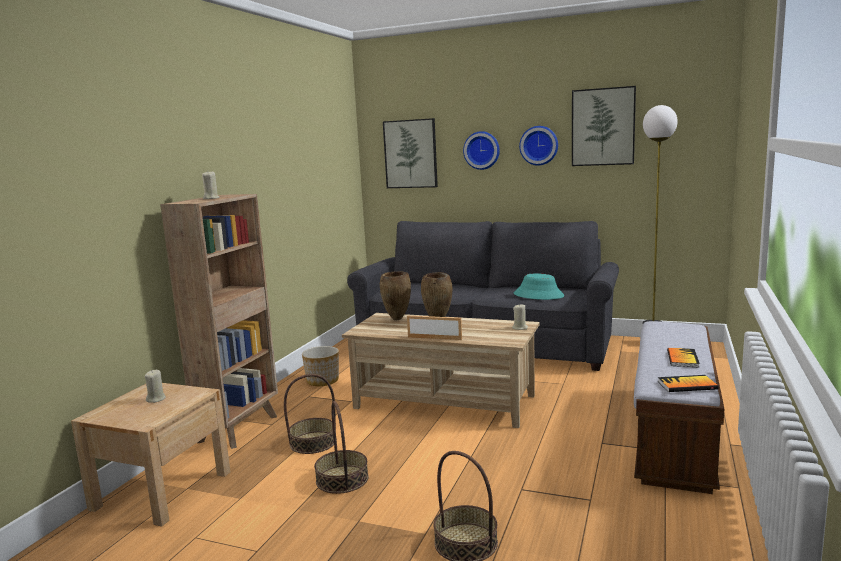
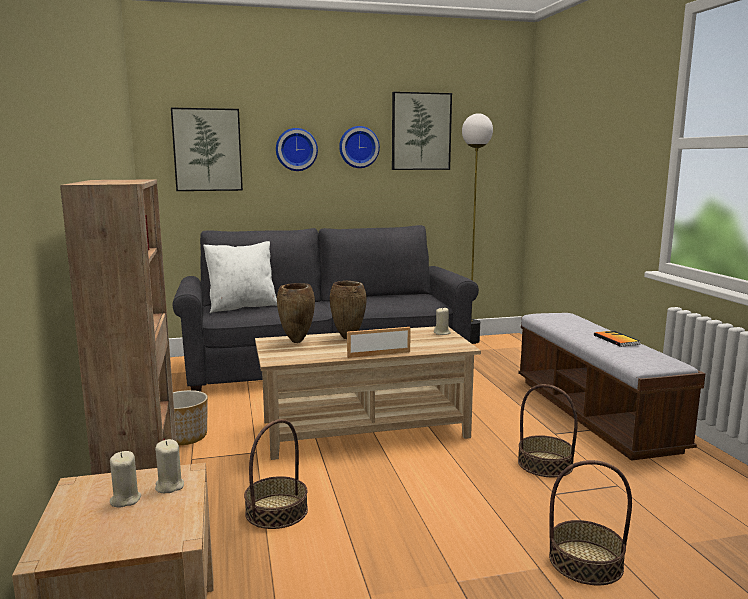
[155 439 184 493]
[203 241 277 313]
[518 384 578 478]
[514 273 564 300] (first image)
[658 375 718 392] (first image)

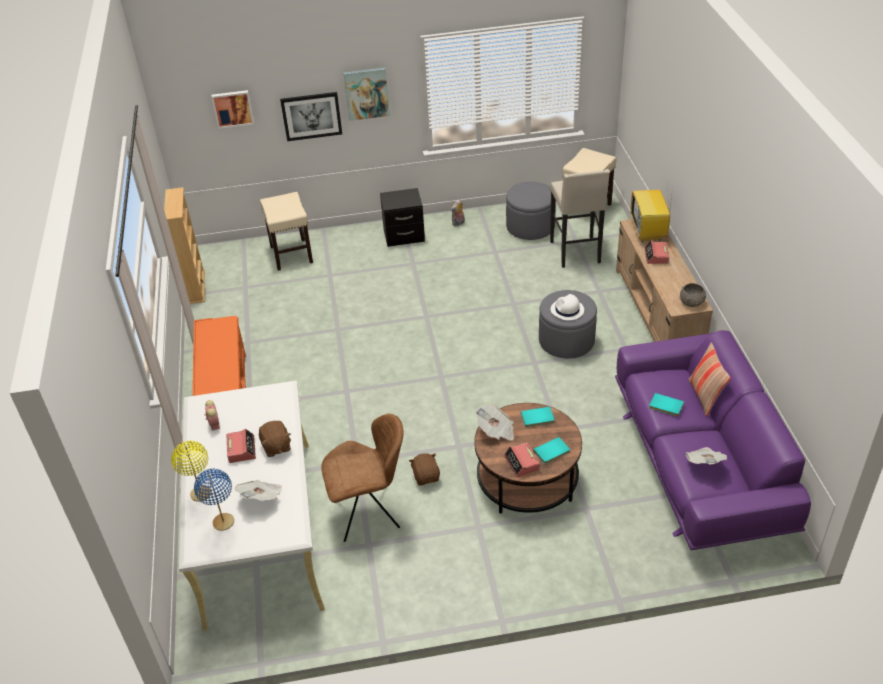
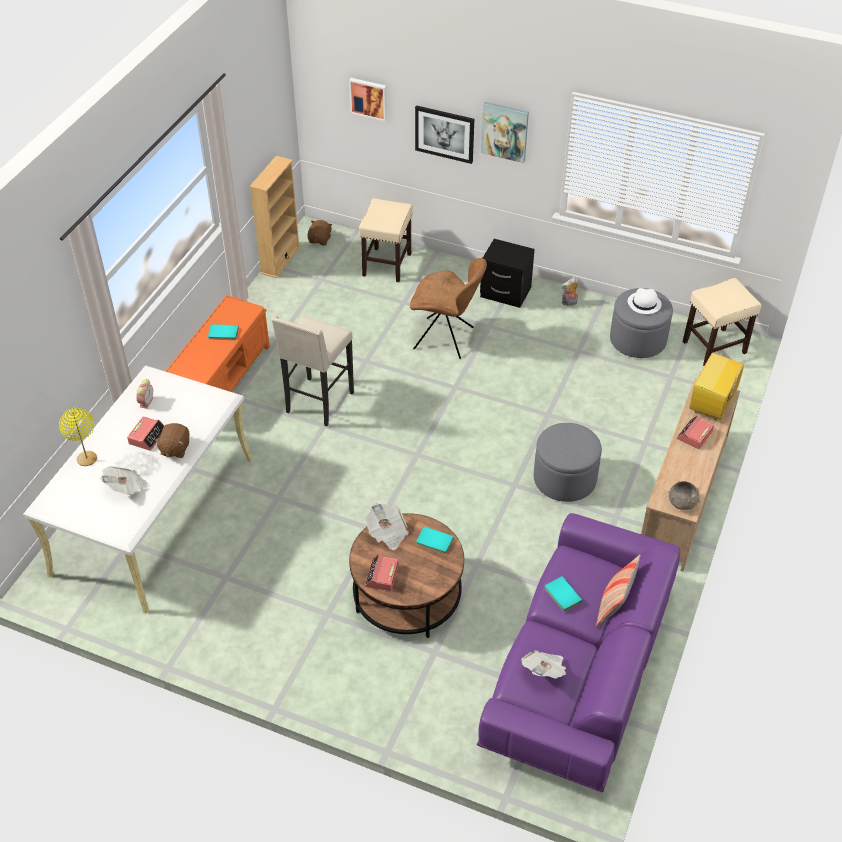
[208 324 239 340]
[272 316 354 426]
[307 220 332 245]
[410 258 487 359]
[628 288 662 314]
[194 469 234 531] (first image)

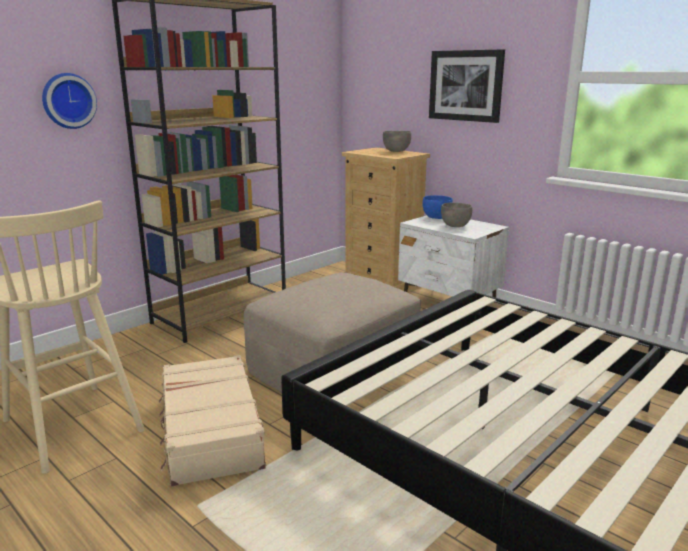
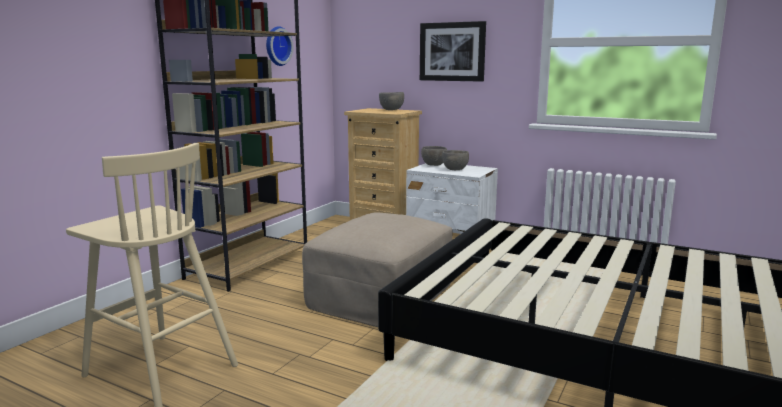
[266 26 293 66]
[421 146 447 166]
[159 355 266 486] (first image)

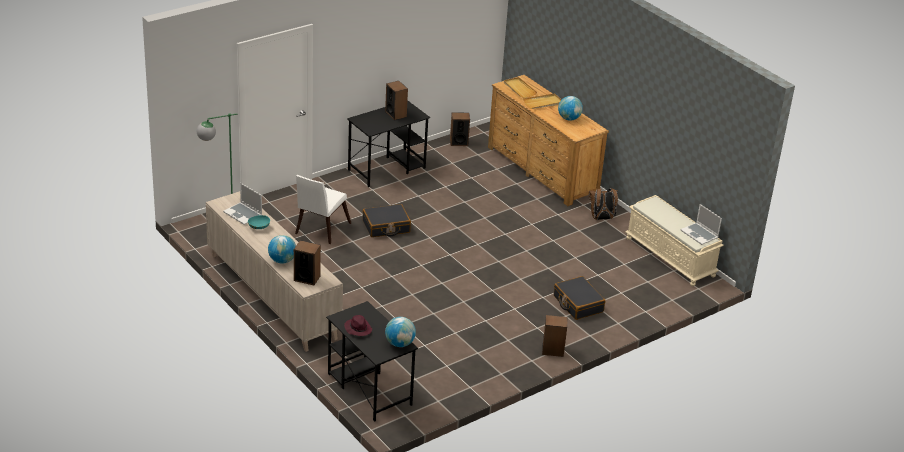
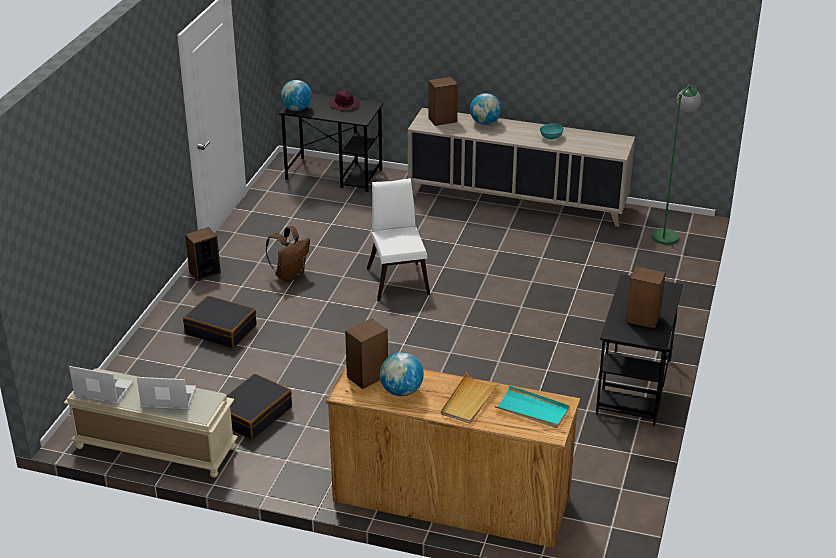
[137 377 196 410]
[227 374 292 440]
[266 226 310 282]
[345 318 388 389]
[367 178 430 301]
[495 385 570 428]

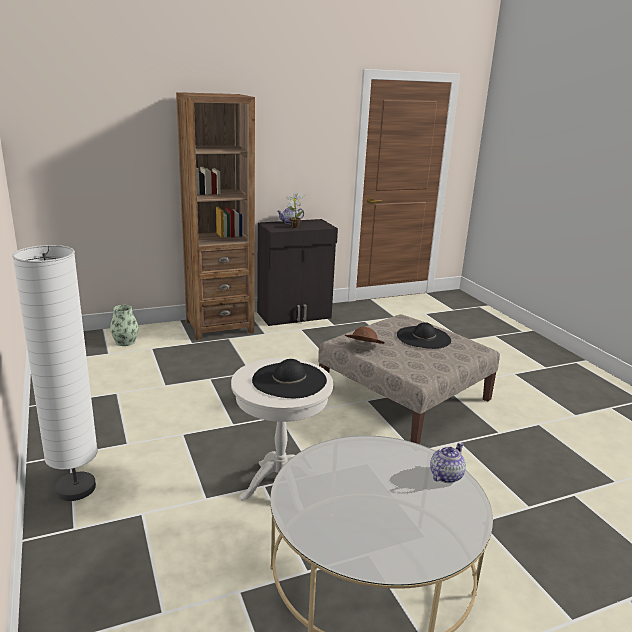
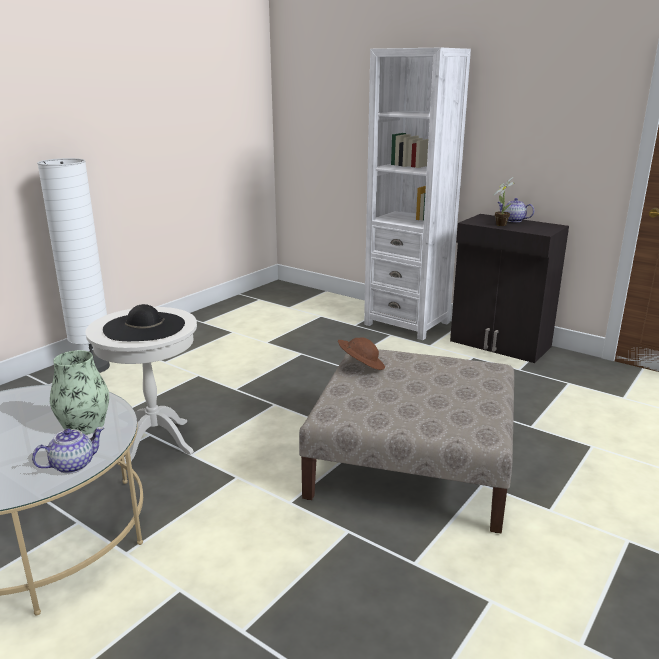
[32 427 104 474]
[50 350 109 435]
[364 48 471 340]
[397 322 451 349] (first image)

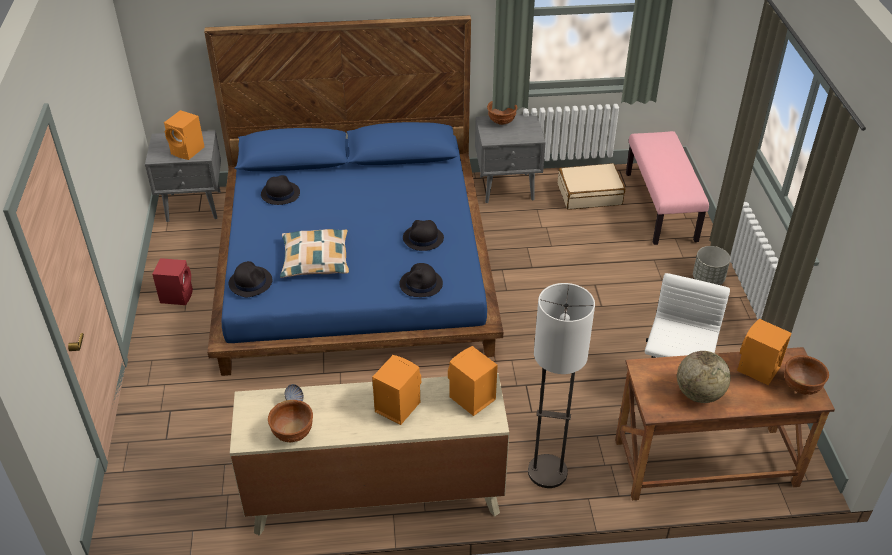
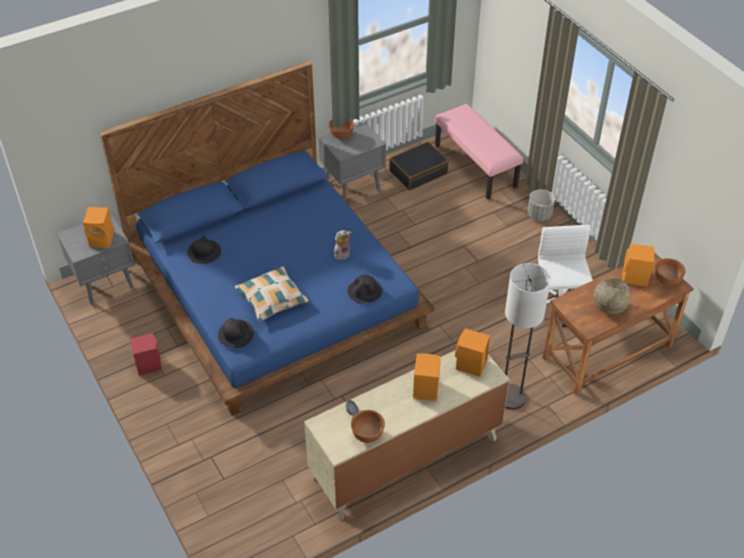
[334 230 352 260]
[389 142 449 190]

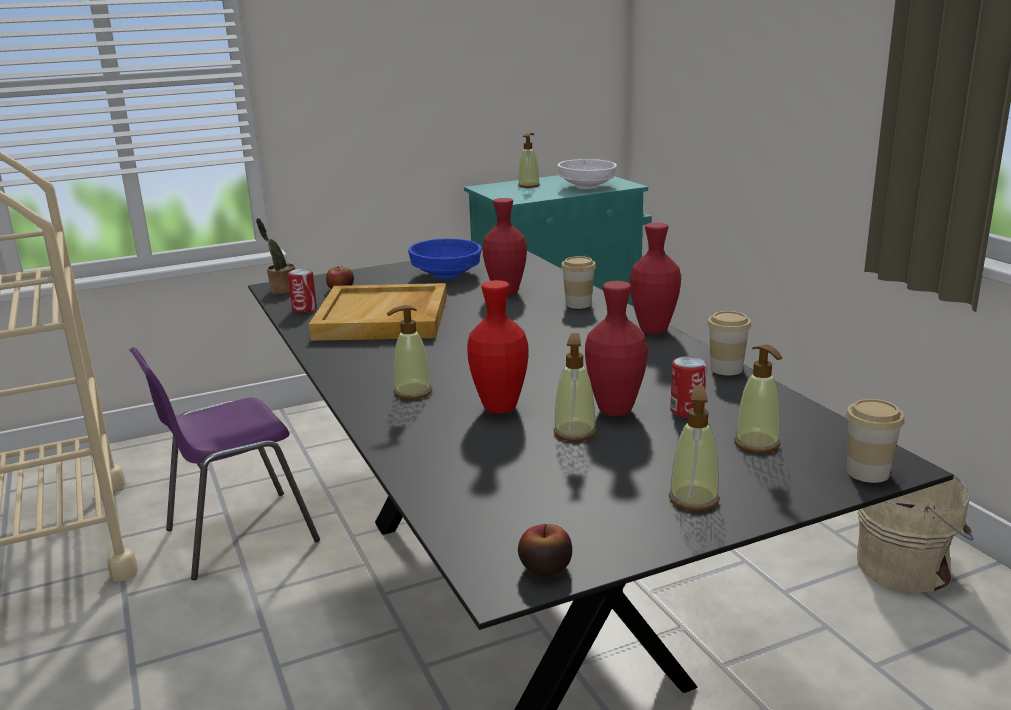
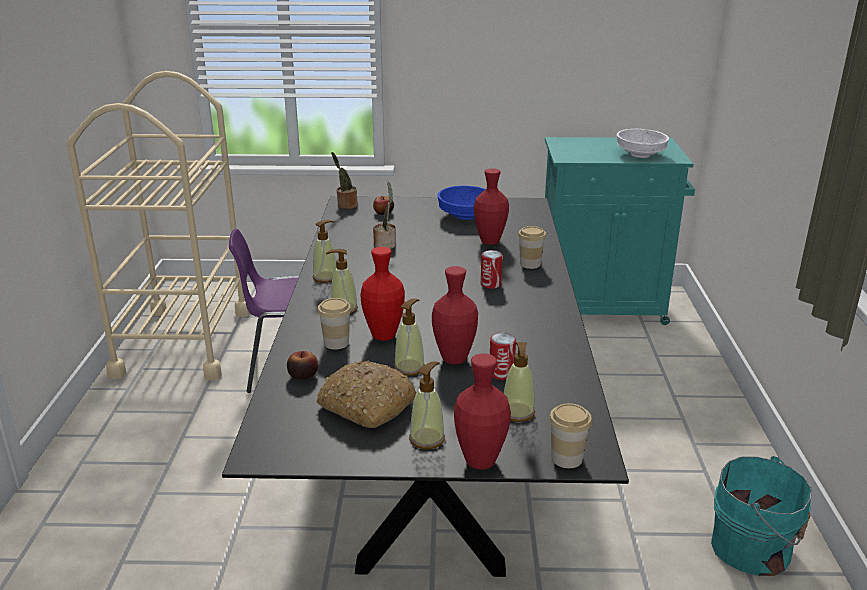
[287 351 318 380]
[313 220 336 283]
[317 298 352 350]
[317 360 416 428]
[373 182 396 249]
[454 353 511 470]
[481 250 503 289]
[711 456 811 576]

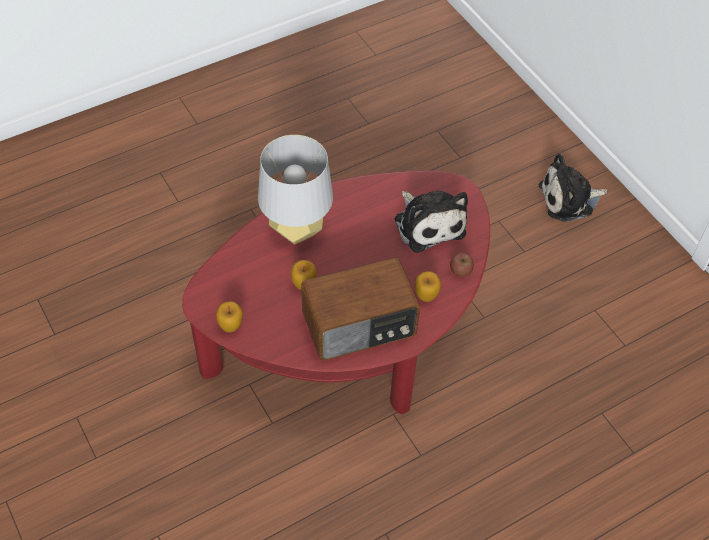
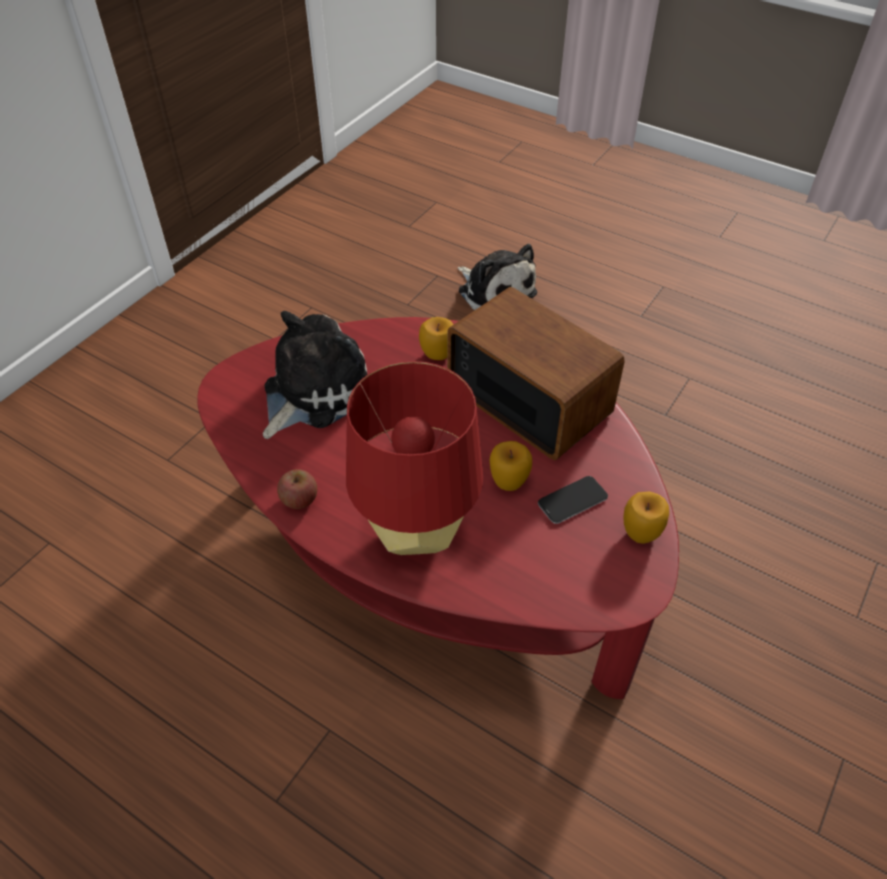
[277 469 317 509]
[346 361 483 555]
[458 244 537 310]
[538 476 608 524]

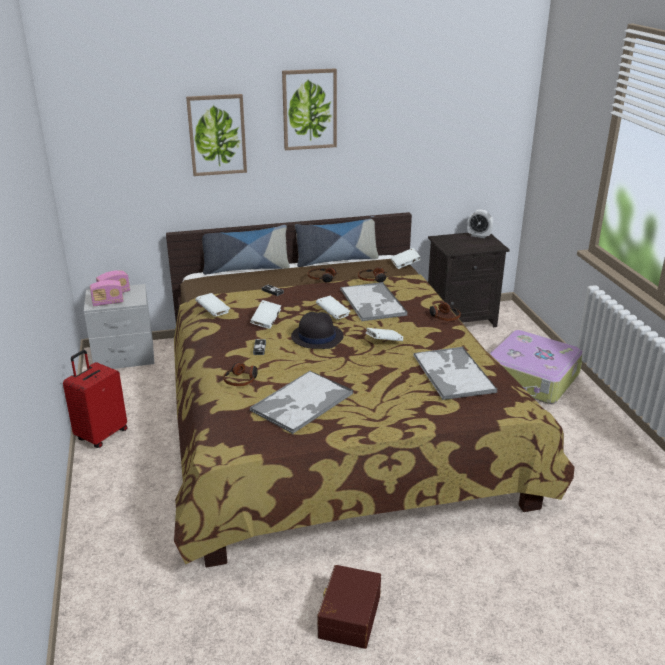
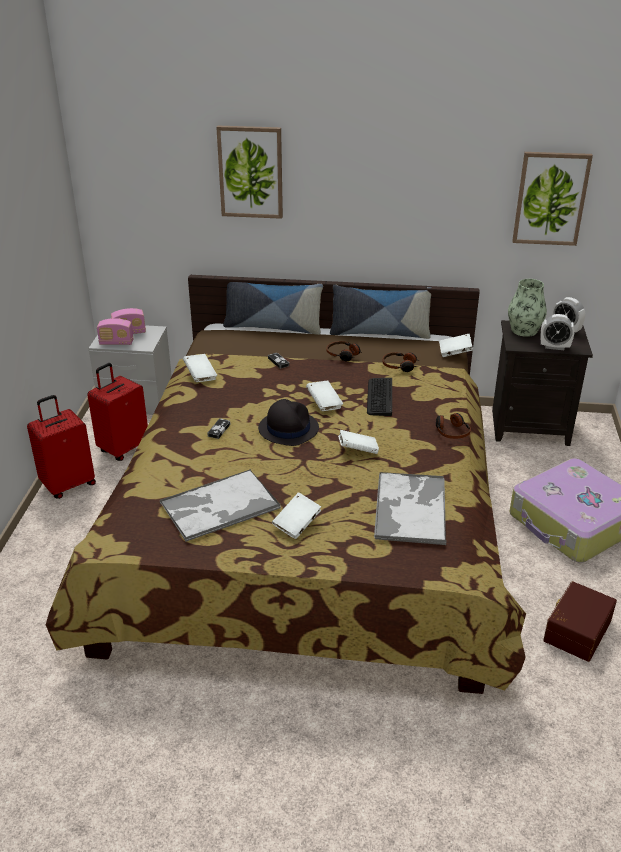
[87 363 148 461]
[272 493 321 539]
[367 378 392 416]
[508 279 547 337]
[512 152 593 246]
[541 314 574 350]
[543 581 617 662]
[224 362 258 386] (first image)

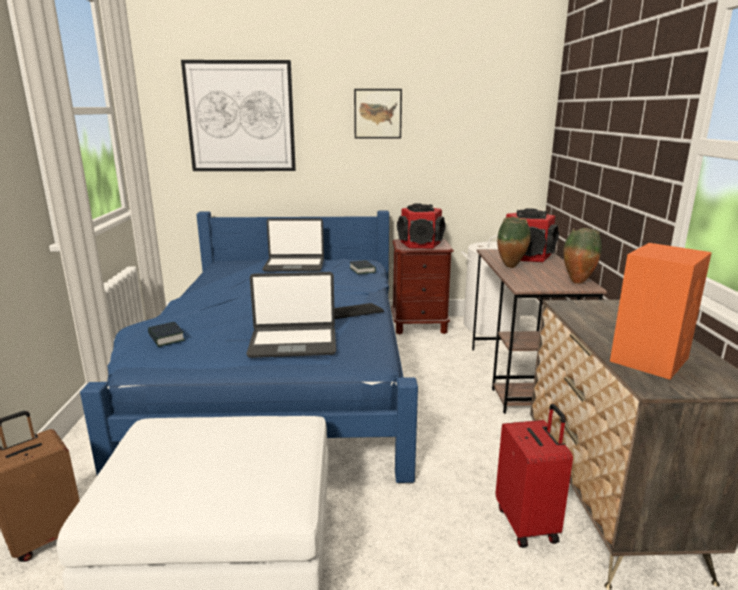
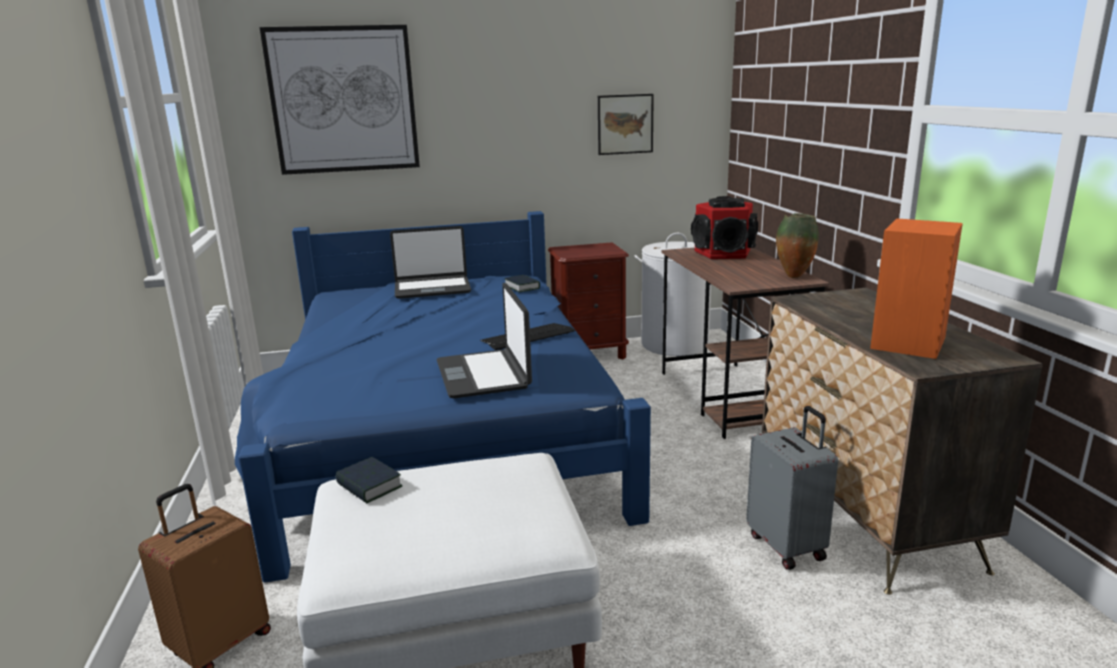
[336 457 402 503]
[436 283 532 398]
[598 94 654 155]
[746 406 838 570]
[397 203 446 249] (first image)
[497 217 531 268] (first image)

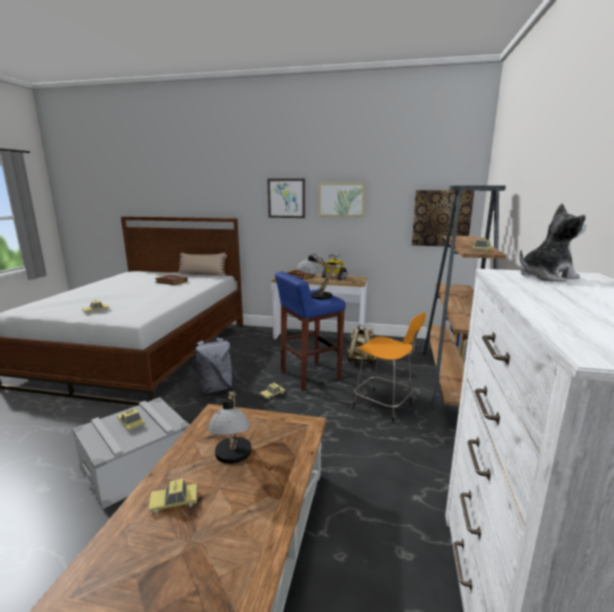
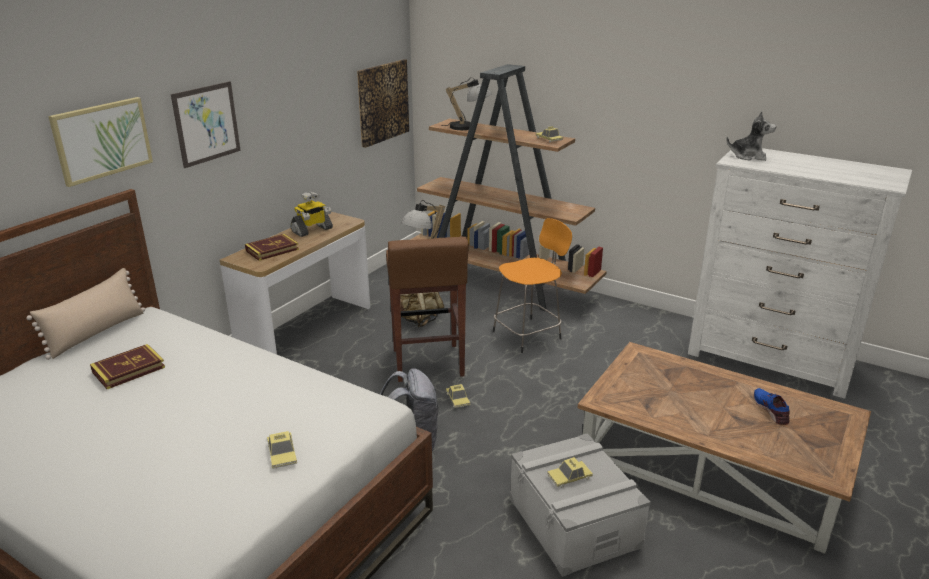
[48 97 153 187]
[386 237 469 382]
[441 77 492 130]
[727 111 776 161]
[754 388 789 425]
[149 478 197 514] (first image)

